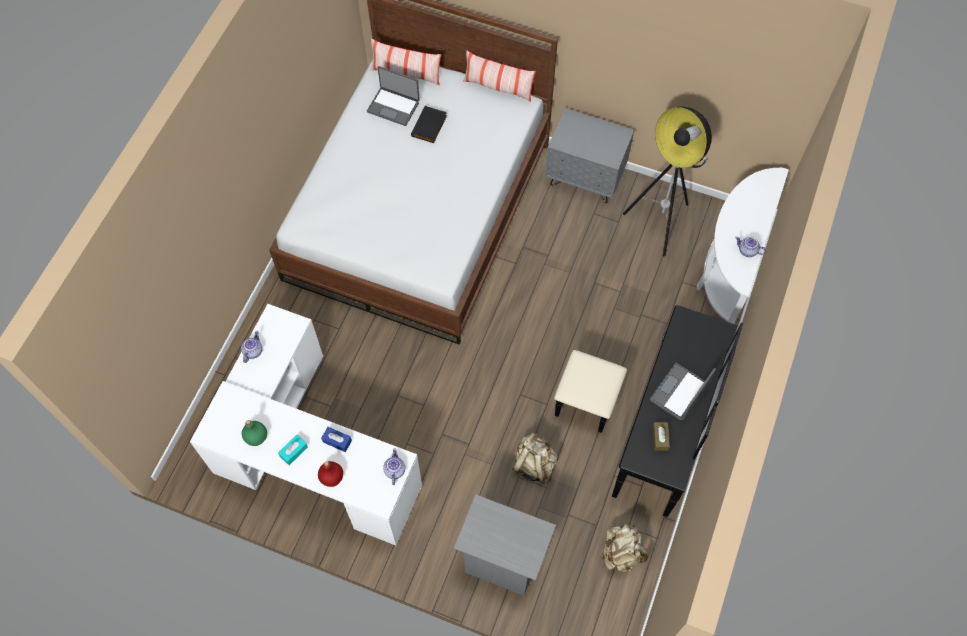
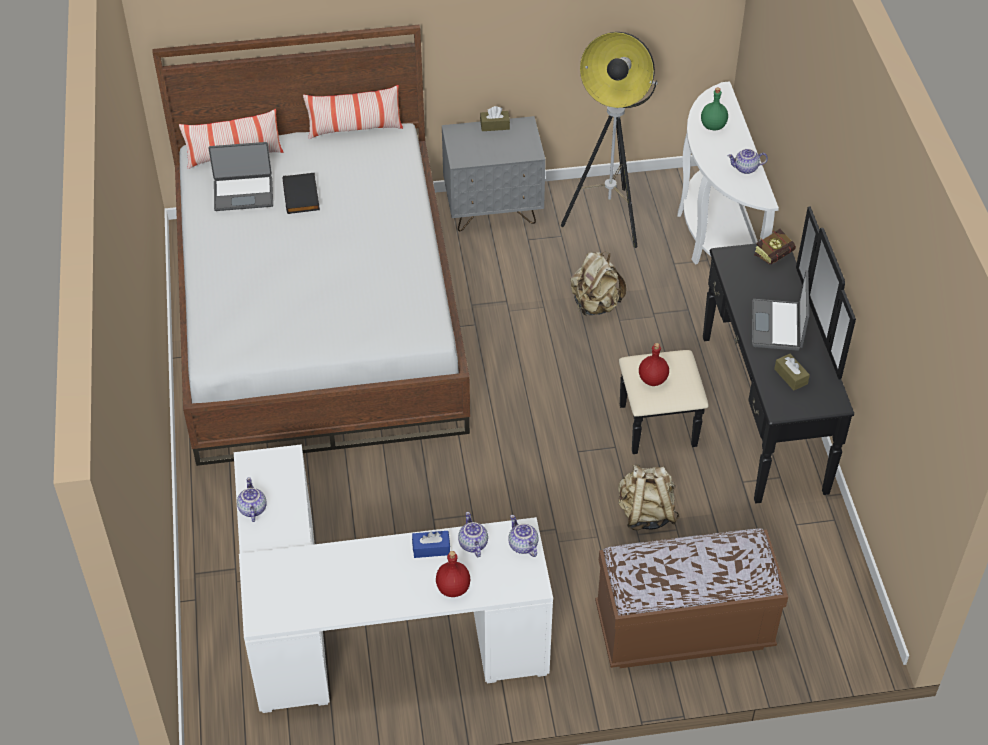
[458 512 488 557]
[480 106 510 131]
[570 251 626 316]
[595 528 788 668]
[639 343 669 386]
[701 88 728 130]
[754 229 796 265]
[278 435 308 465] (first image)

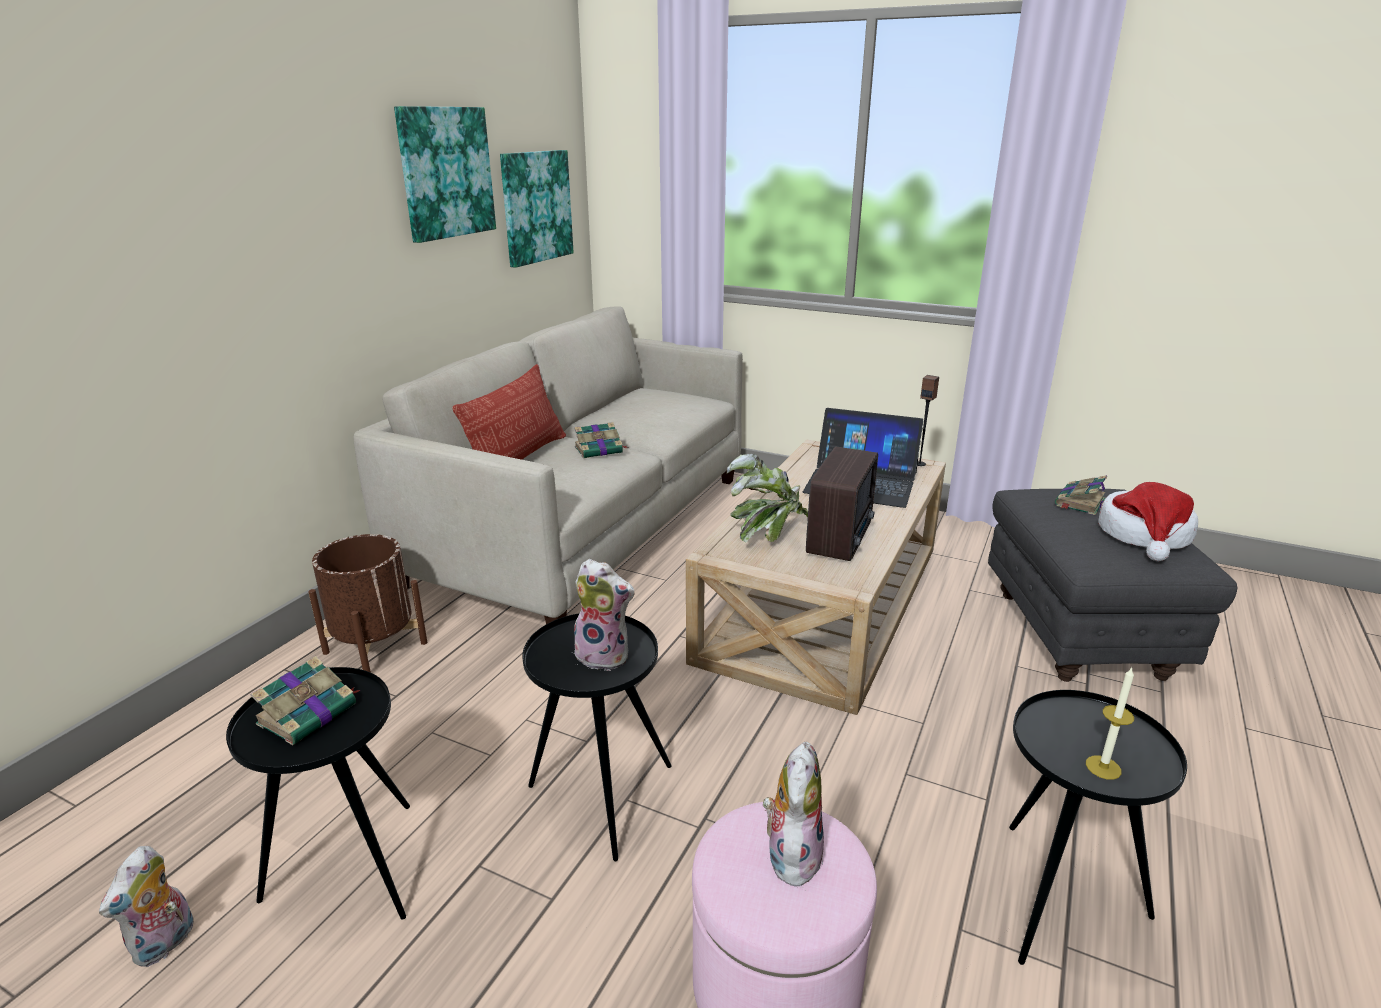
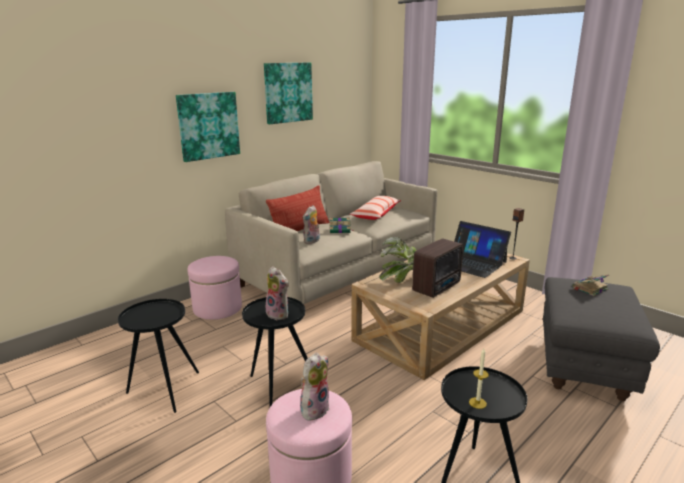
[176 92 240 162]
[187 256 242 320]
[303 205 320 244]
[350 196 401 220]
[250 656 360 745] (first image)
[1099 482 1198 561] (first image)

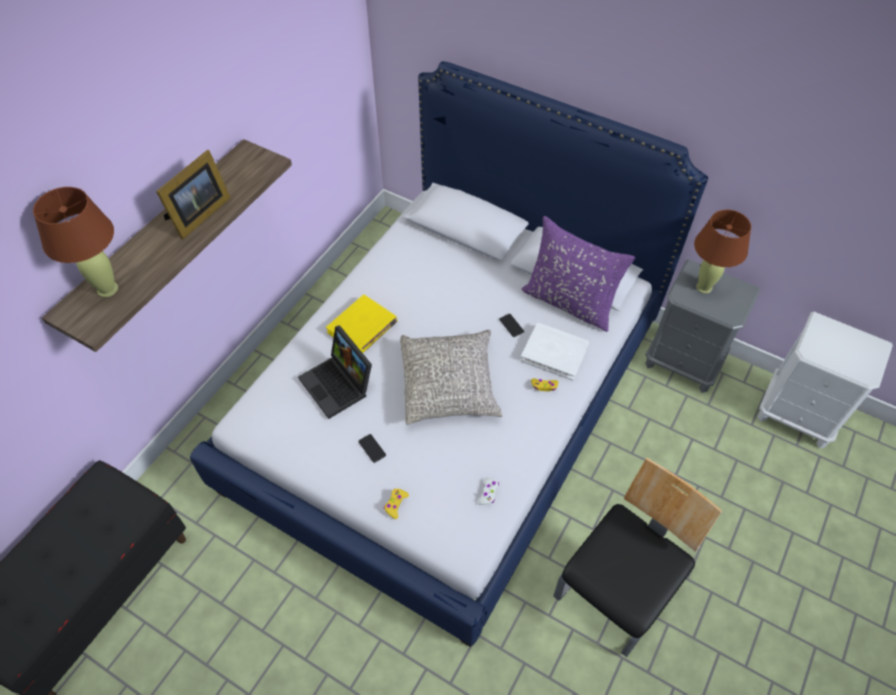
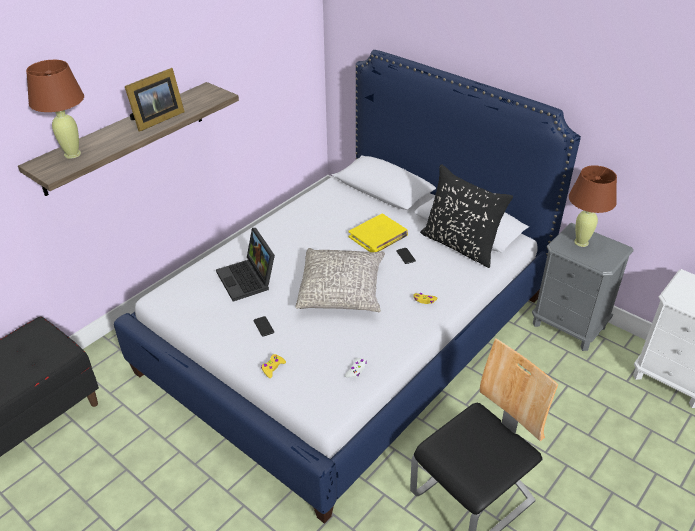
[348 214 408 252]
[420 164 513 268]
[520 323 589 381] (first image)

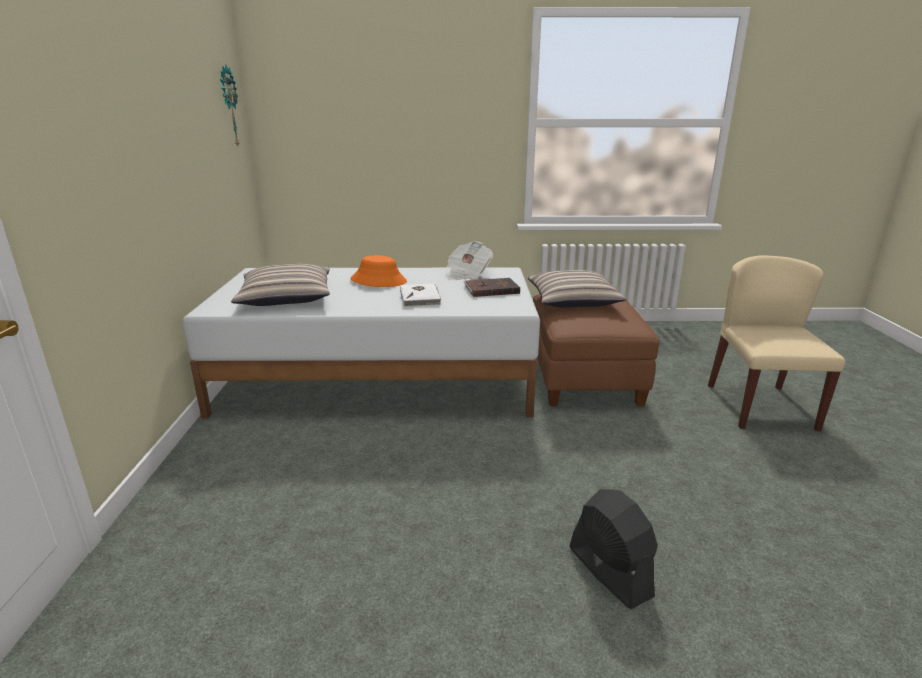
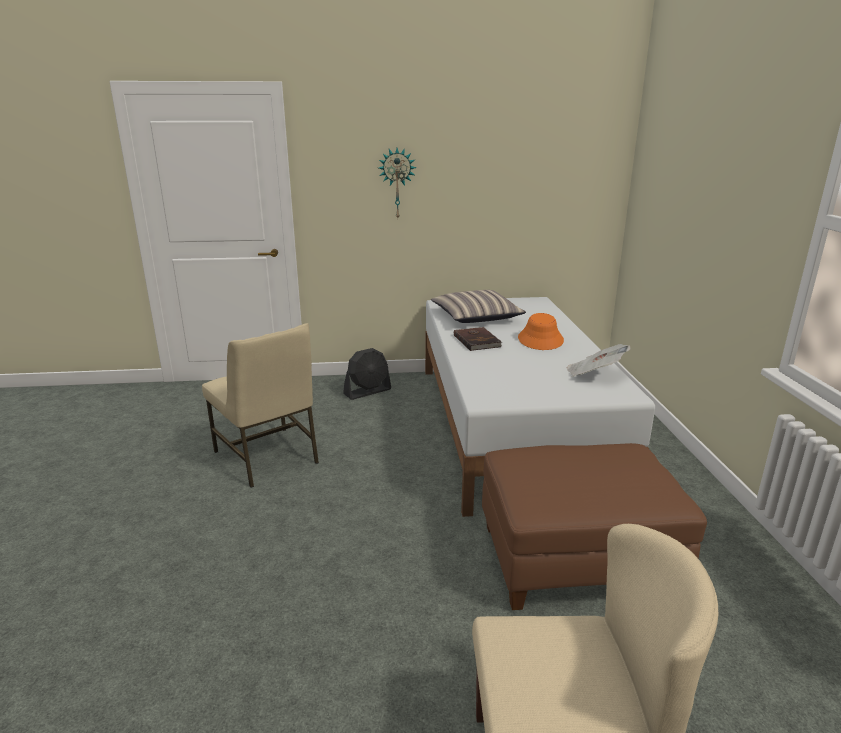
[202 323 319 488]
[343 348 391 400]
[379 148 417 218]
[454 327 502 351]
[400 284 441 307] (first image)
[528 270 626 307] (first image)

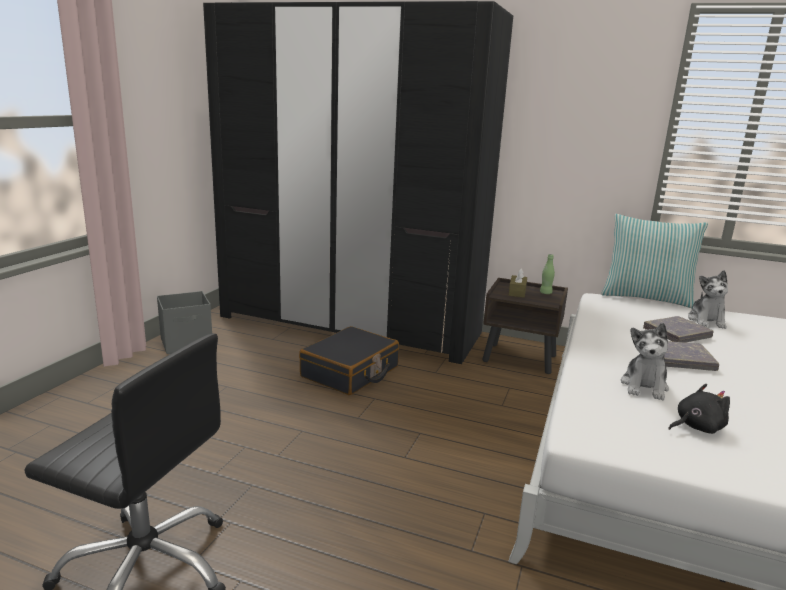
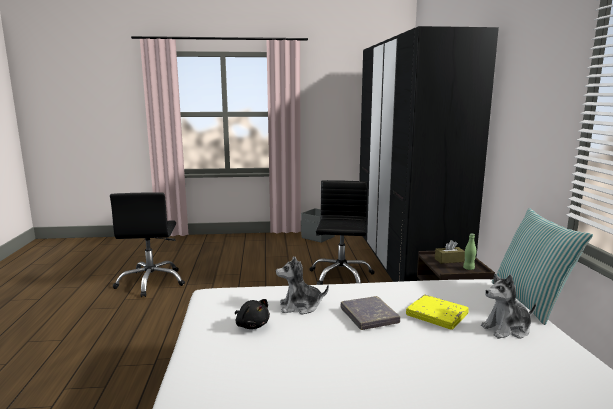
[309 180 375 285]
[406 294 469 330]

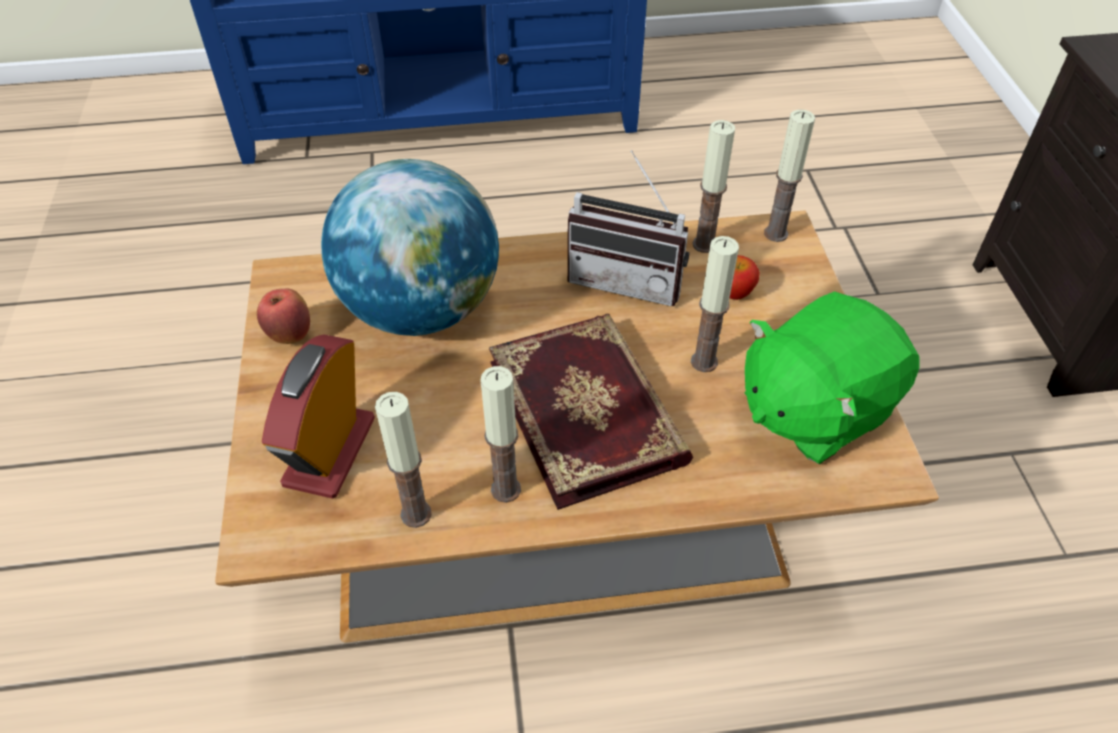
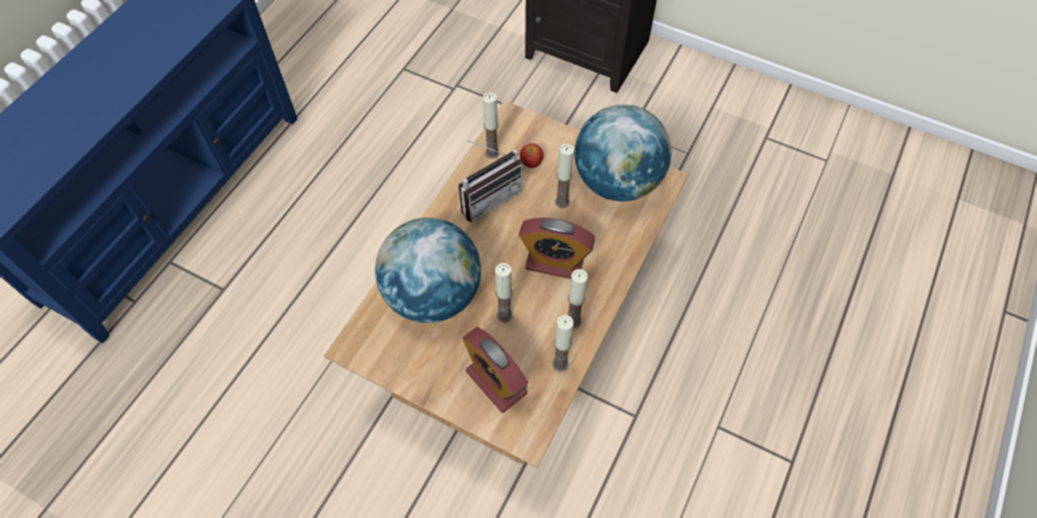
[495 263 513 322]
[519 218 595 279]
[574 104 672 201]
[257 289 310 344] (first image)

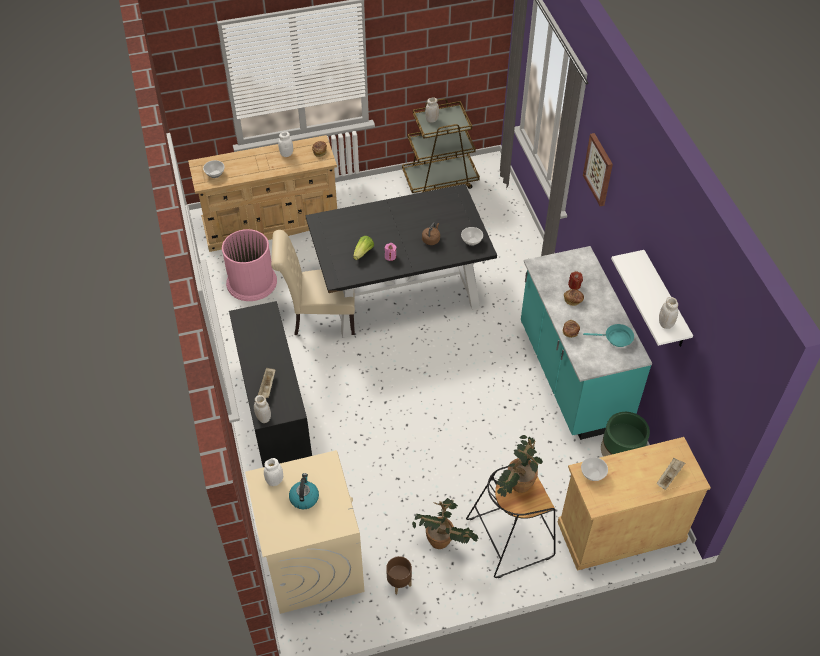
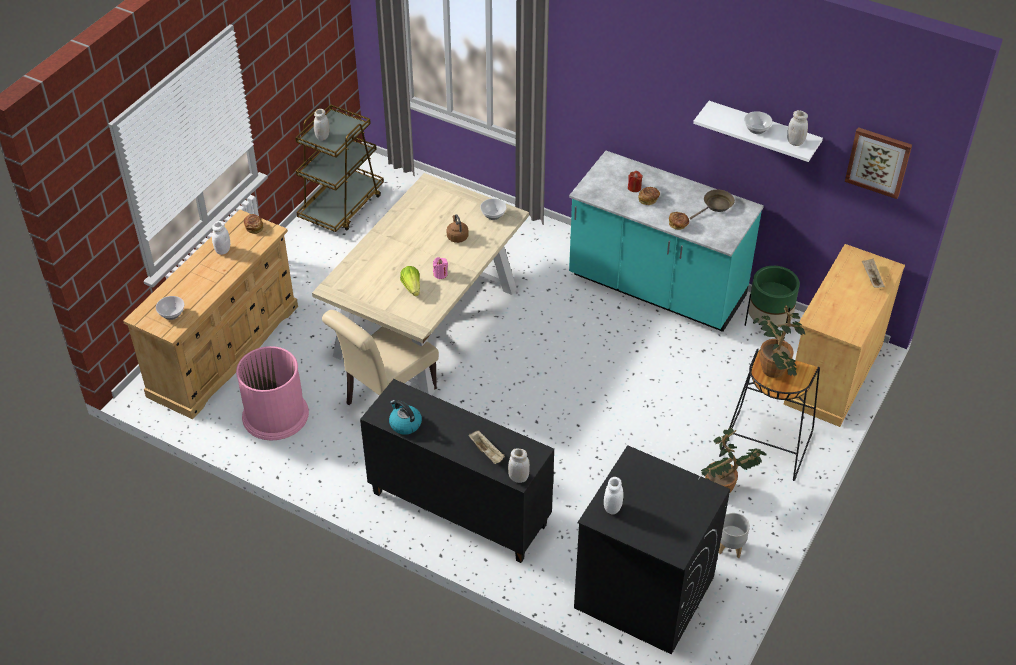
[312 173 529 395]
[389 400 422 435]
[574 445 730 655]
[689 190 735 220]
[718 513 750 558]
[744 111 773 134]
[845 127 912 199]

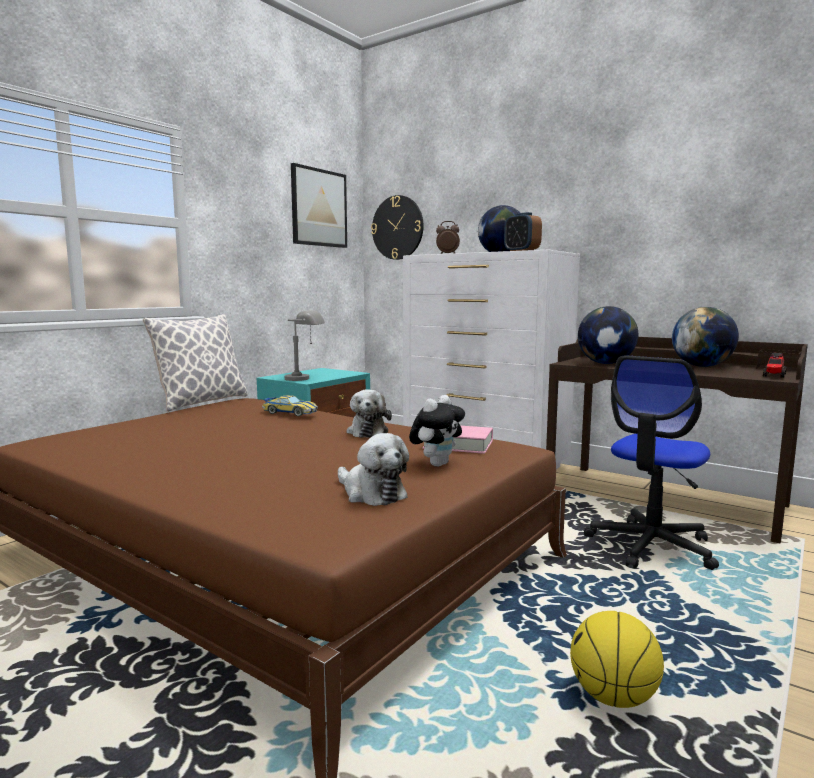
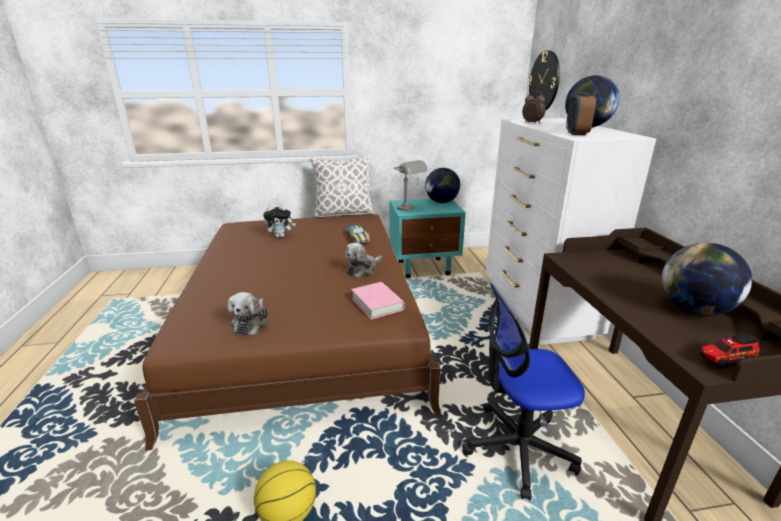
[263 205 296 238]
[425 168 460 203]
[291 163 347 248] (first image)

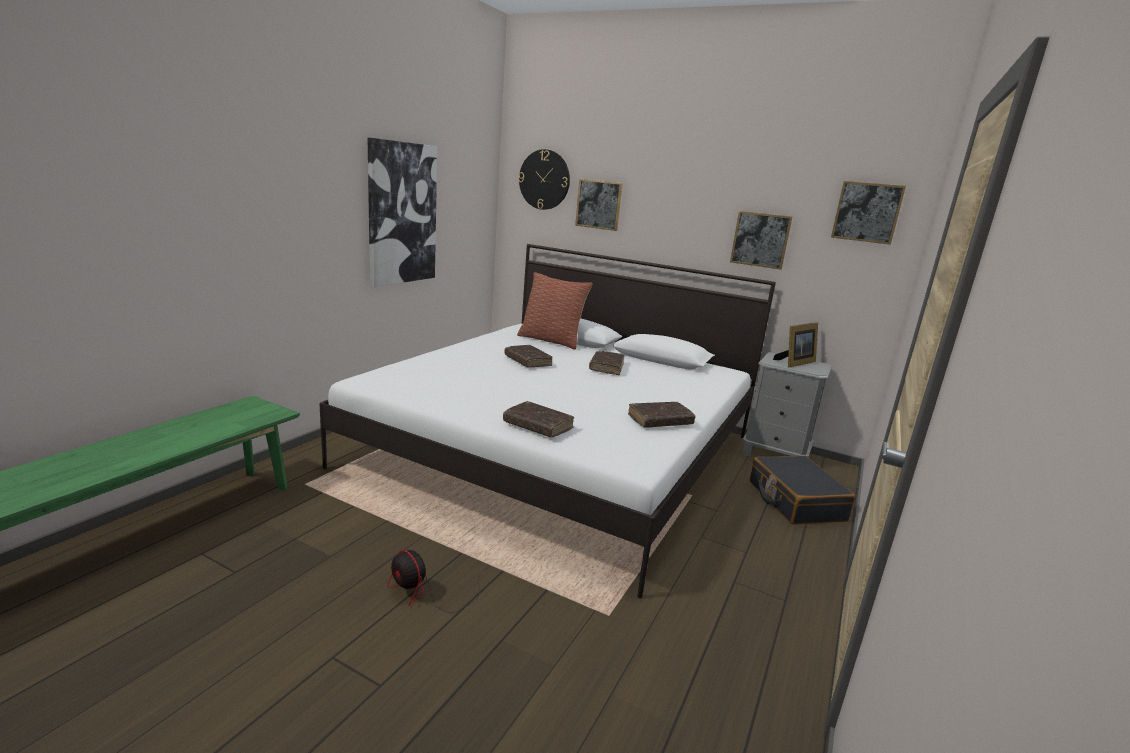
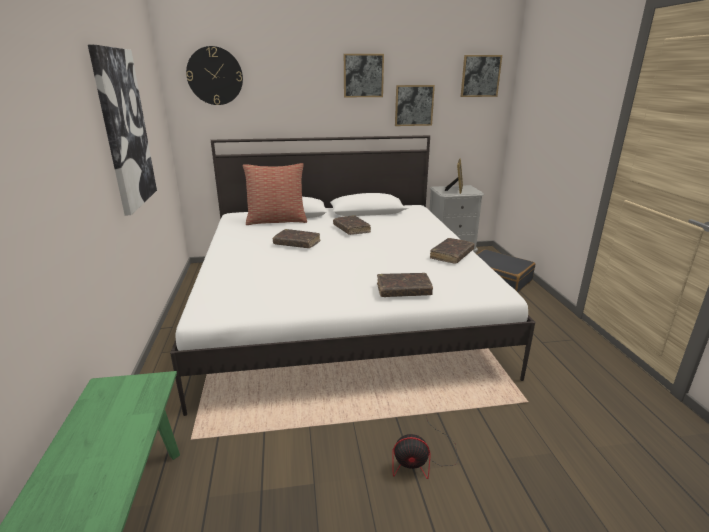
[344 54 384 97]

